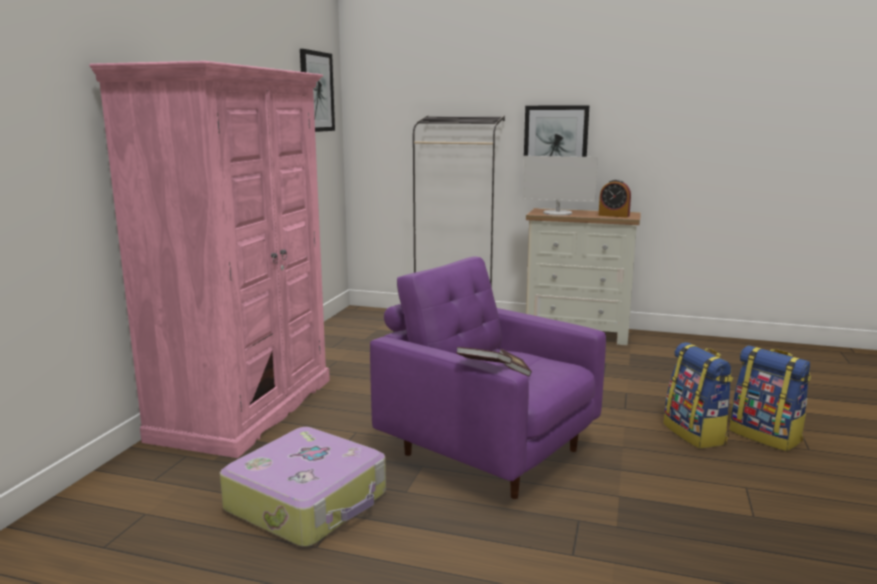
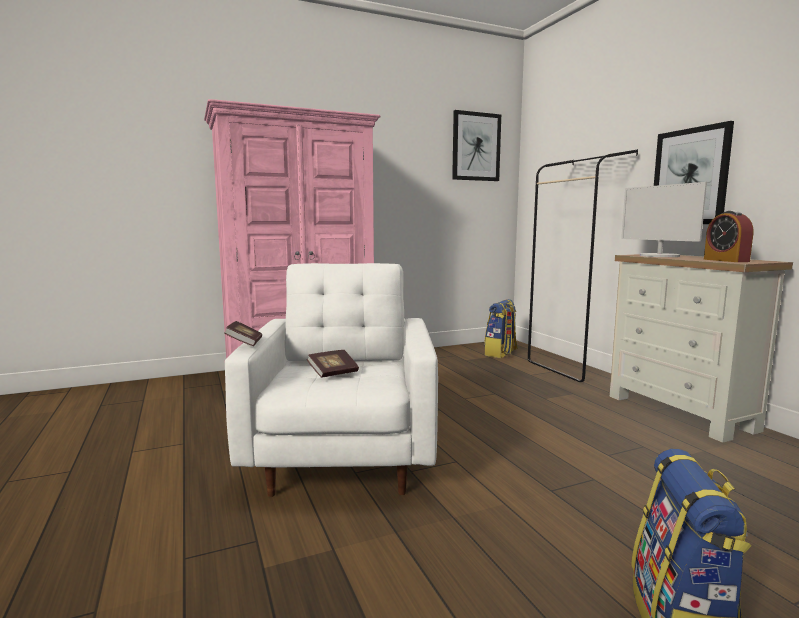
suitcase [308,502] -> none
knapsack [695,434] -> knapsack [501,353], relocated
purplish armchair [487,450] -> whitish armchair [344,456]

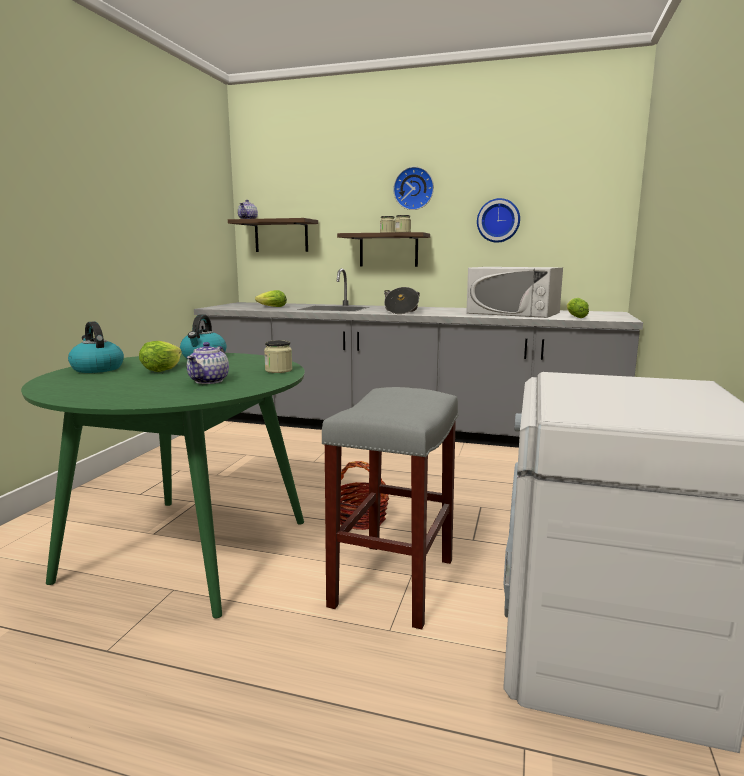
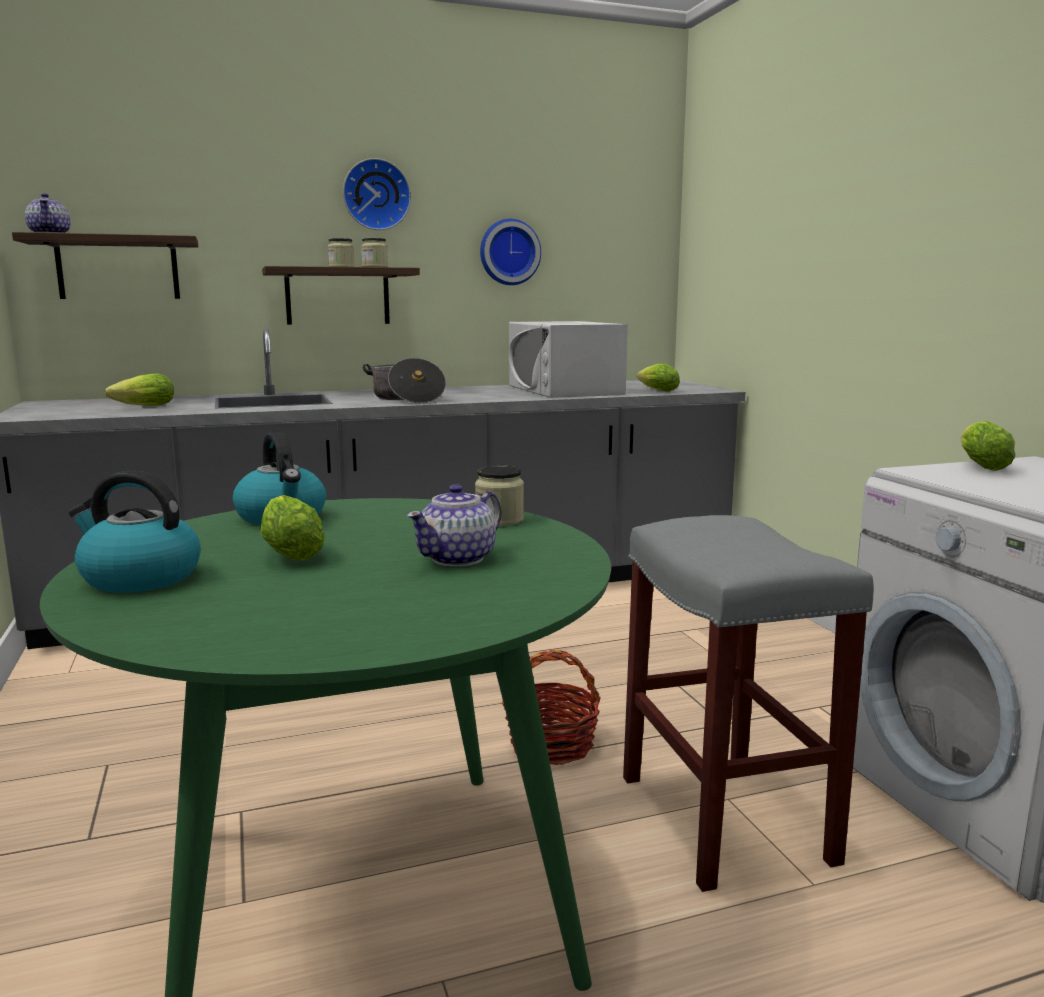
none -> lettuce head [980,466]
pot for tea [209,381] -> pot for tea [458,558], 60 degrees clockwise
whitish microwave [513,313] -> whitish microwave [564,390], 75 degrees clockwise

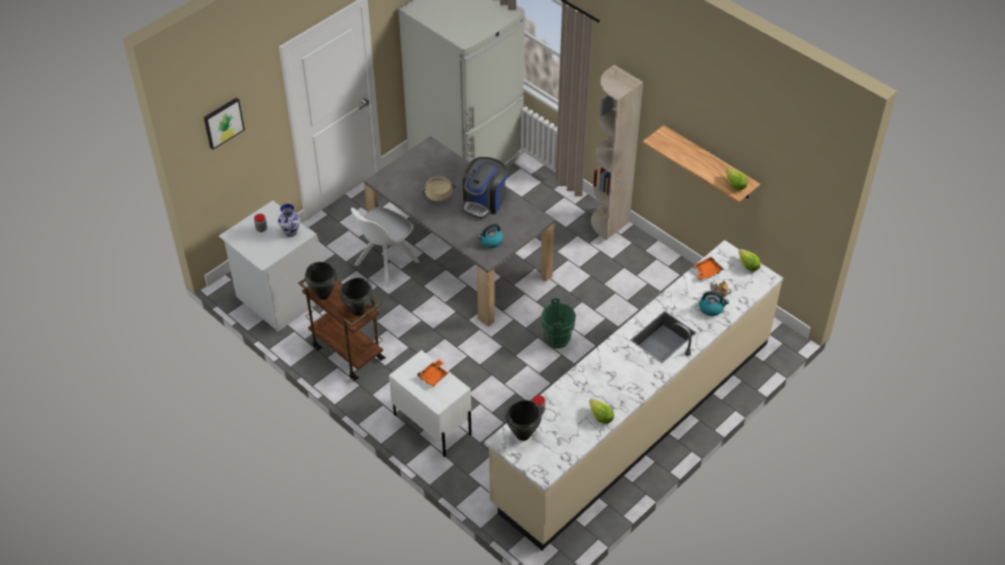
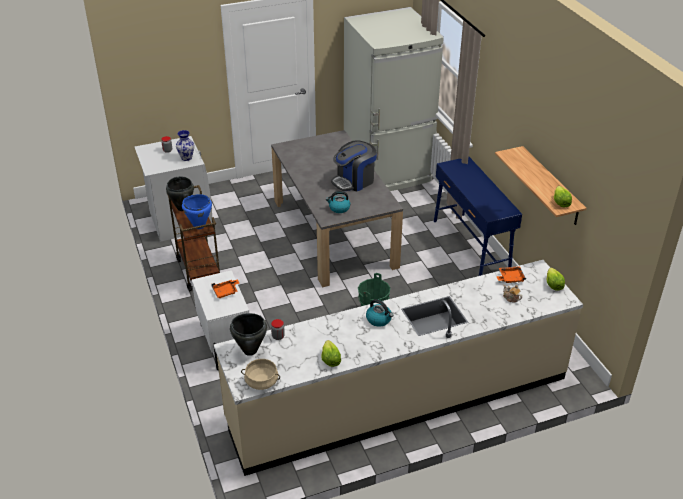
picture [223,122] -> none
whitish plain chair [385,264] -> none
beige-coloured cooking pot [438,195] -> beige-coloured cooking pot [261,382], relocated
tea kettle [711,308] -> tea kettle [379,319], relocated
beige-coloured shelving unit [606,225] -> bluish console table [470,246]
blackish cooking pot [357,311] -> bluish cooking pot [199,225]

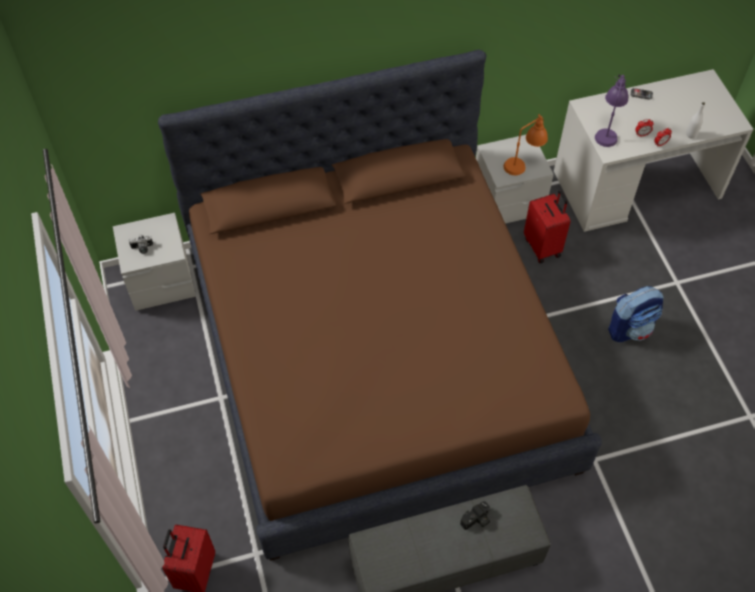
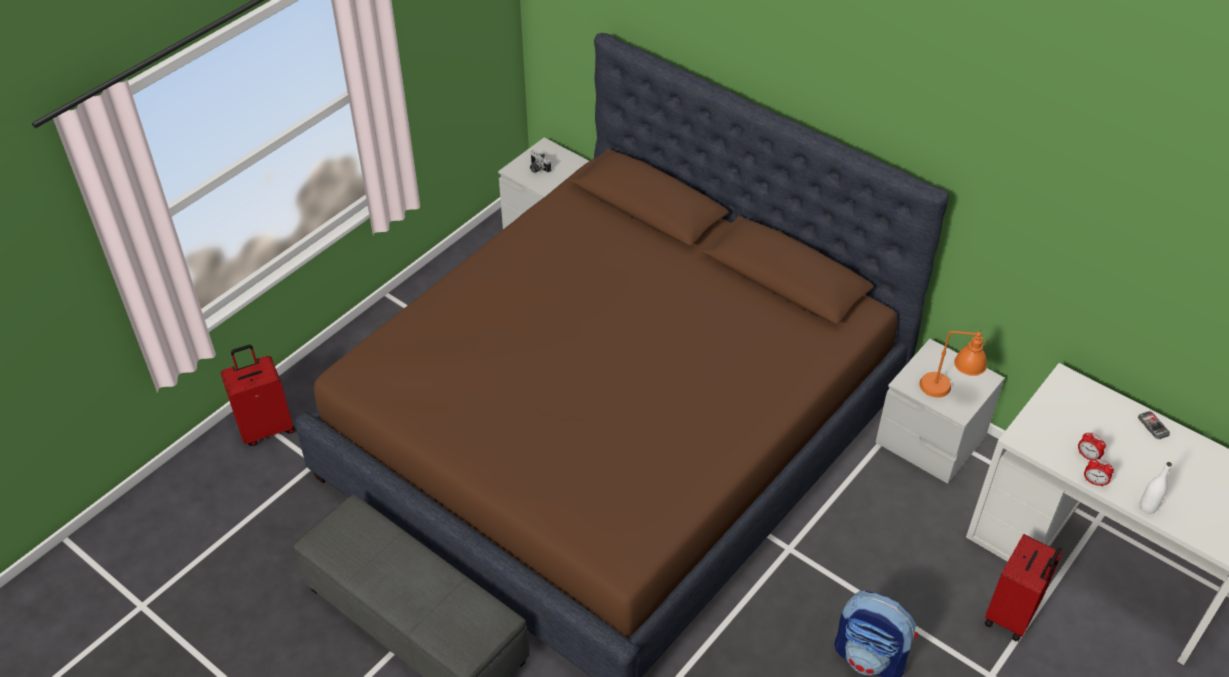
still camera [476,520] -> none
purplish lamp for a table [607,131] -> none
reddish suitcase [543,247] -> reddish suitcase [1013,615], relocated

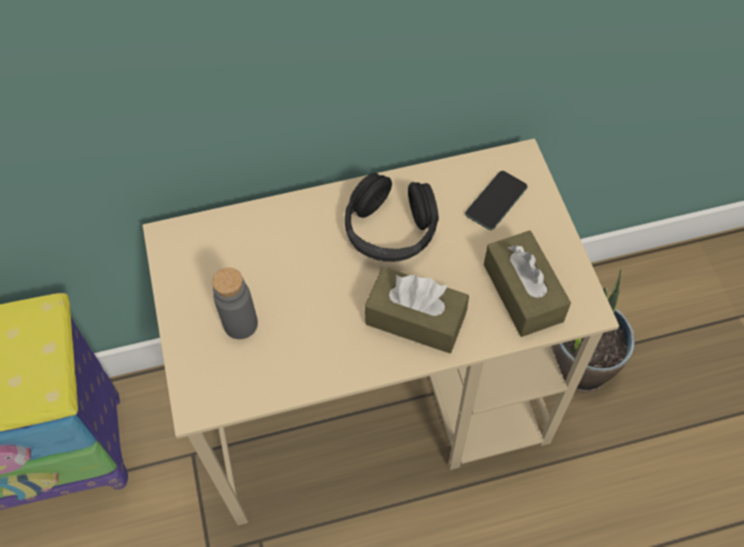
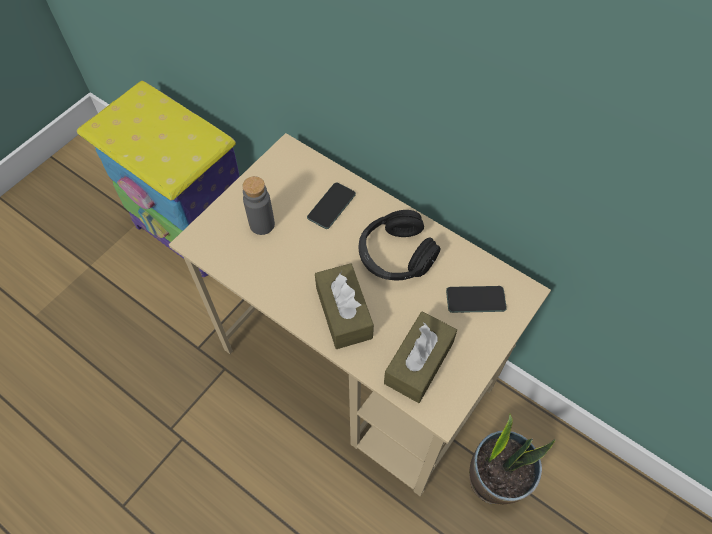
none -> phone [331,206]

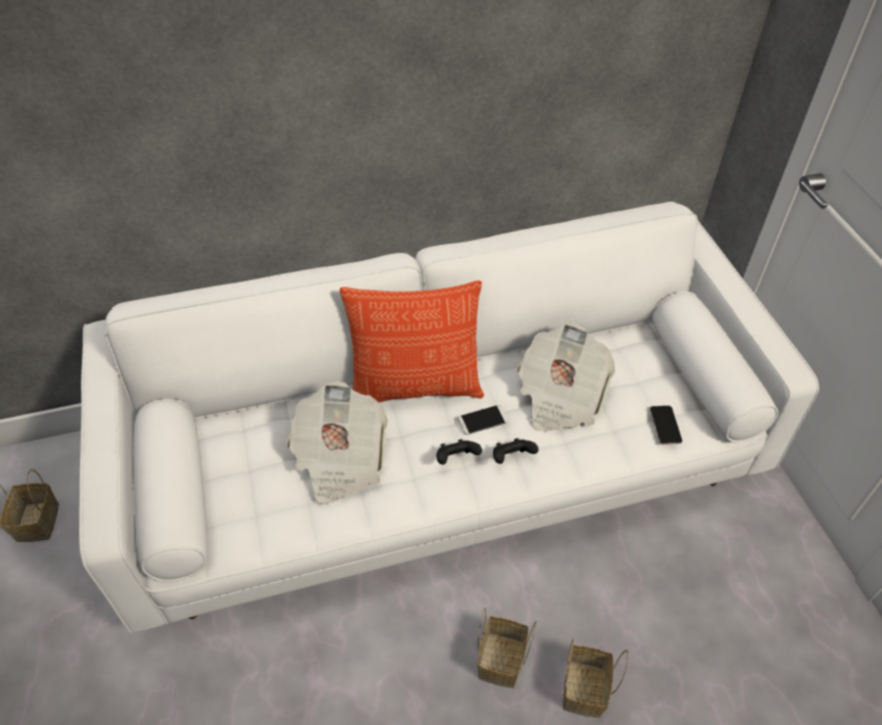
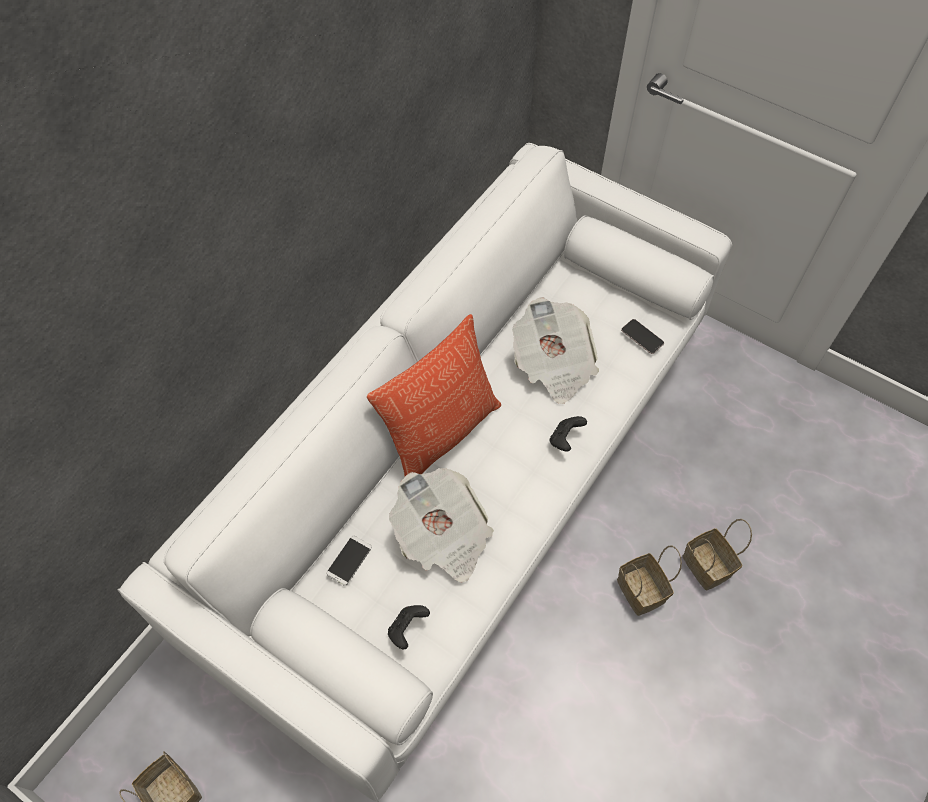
blackish gamepad [456,459] -> blackish gamepad [407,629], relocated
phone [482,420] -> phone [349,560], relocated

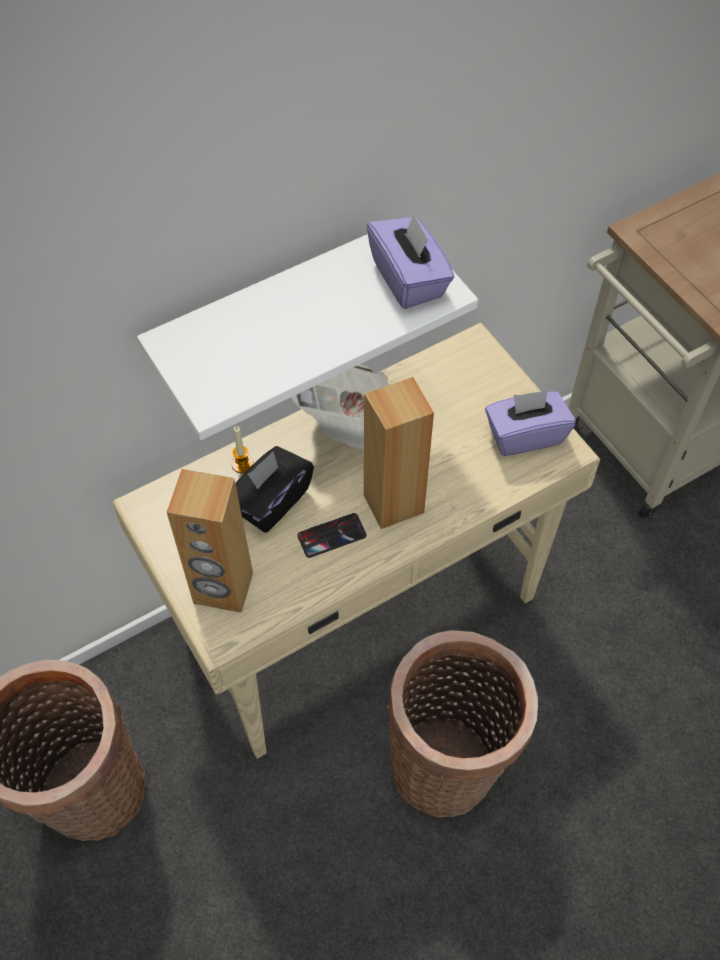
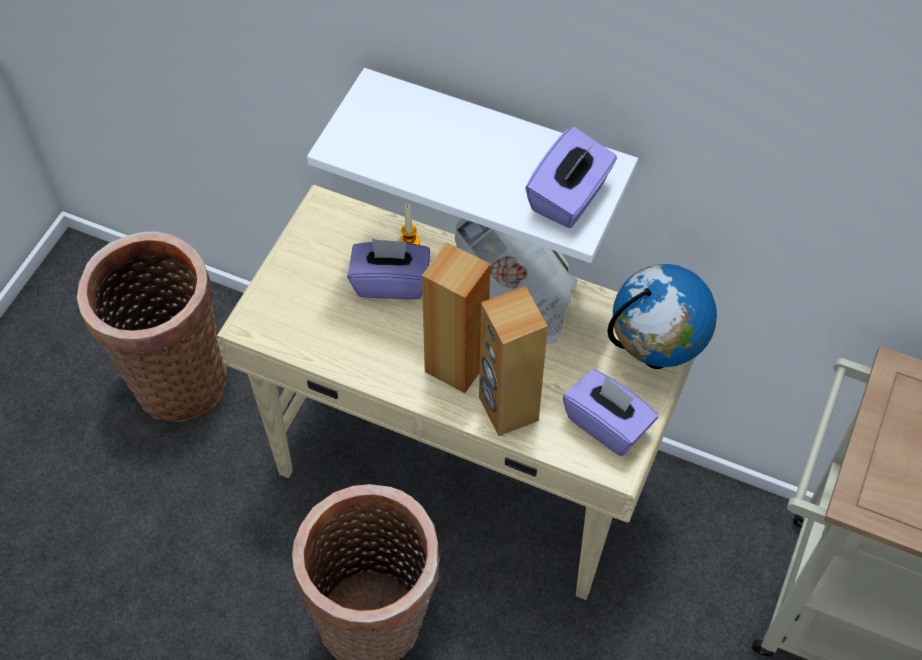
phone [331,535] -> none
none -> globe [655,355]
brownish audio speaker [223,589] -> brownish audio speaker [507,409], relocated
blackish tissue holder [271,501] -> purplish tissue holder [391,282]

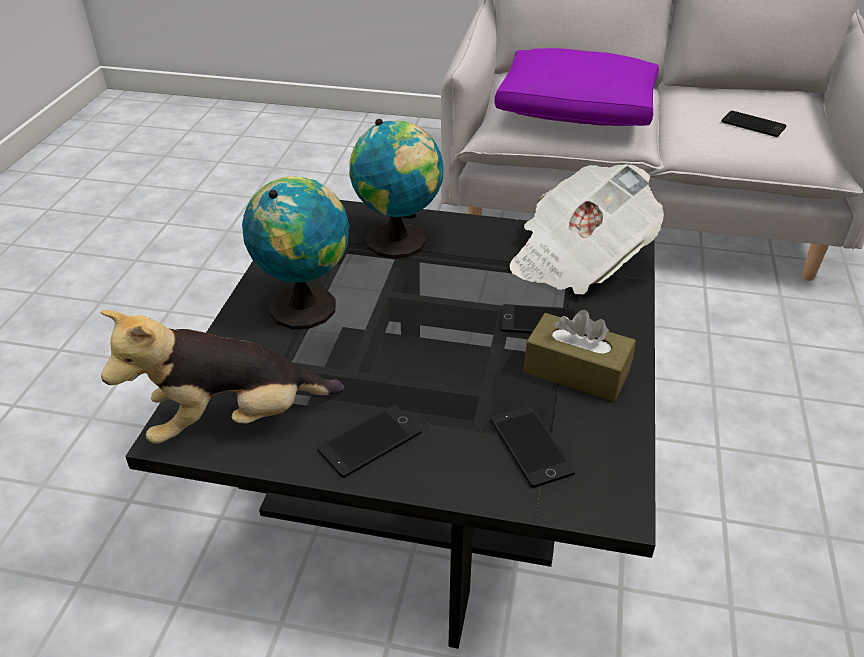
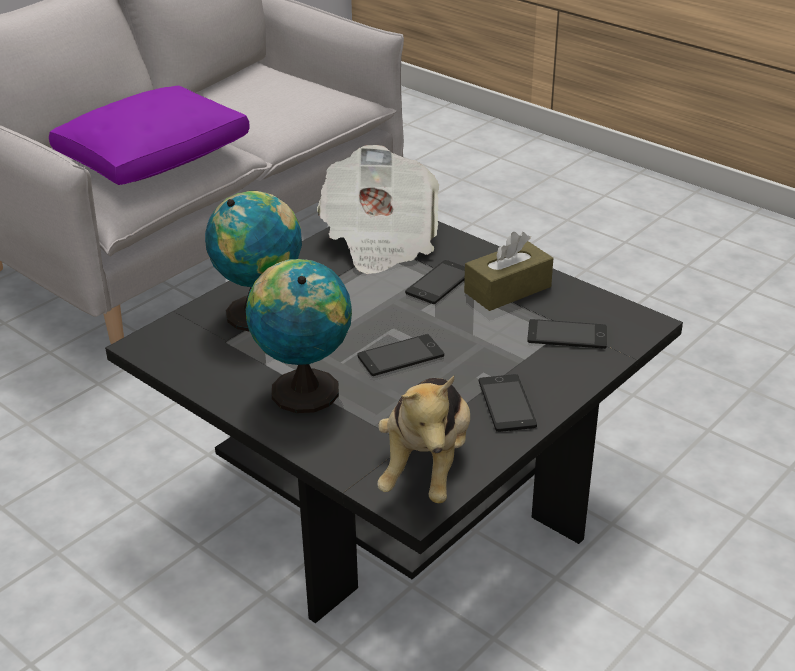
phone [753,124] -> phone [400,356], relocated

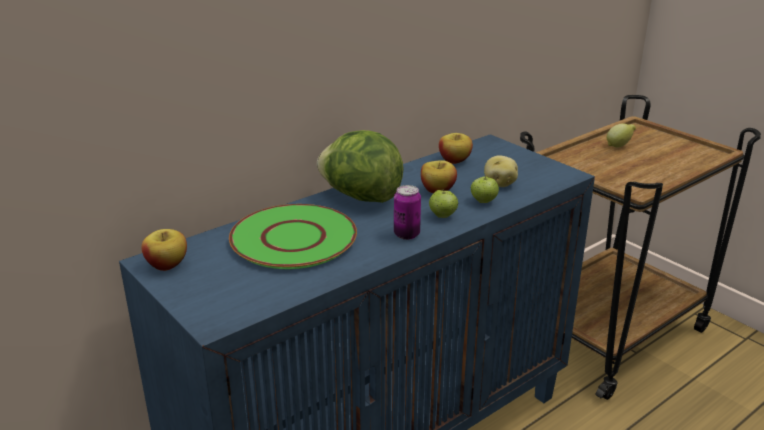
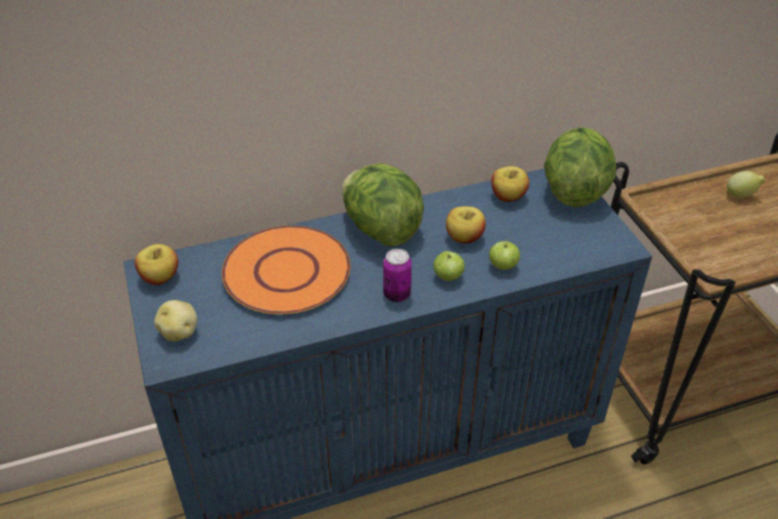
none -> lettuce head [573,191]
whole potato [500,184] -> whole potato [179,332], relocated
green plate [294,238] -> orange plate [287,271]

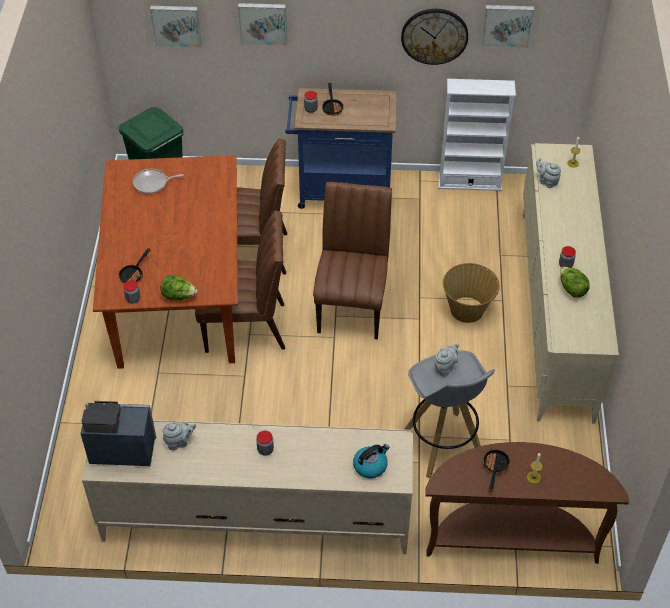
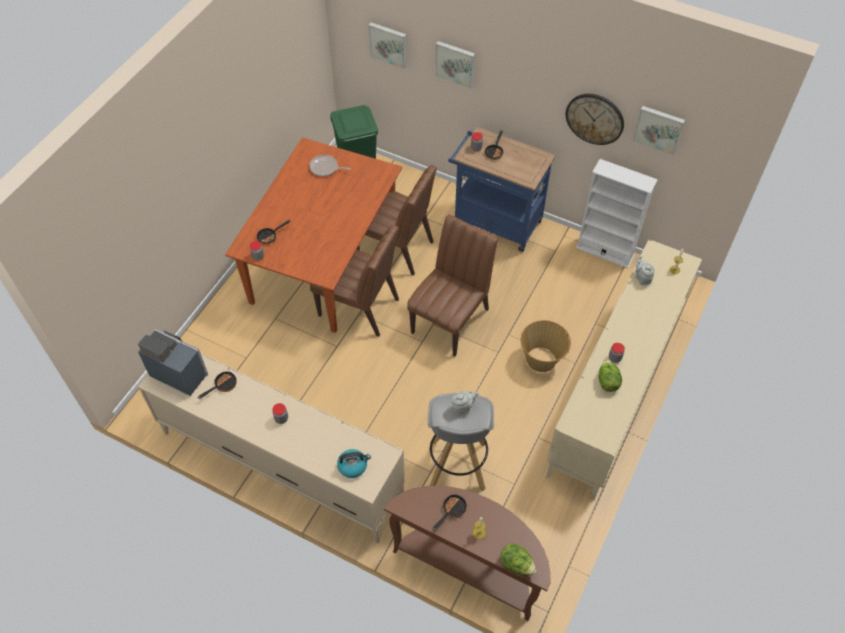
lettuce head [179,296] -> lettuce head [516,564], relocated
greyish pot for tea [179,442] -> skillet [222,385]

